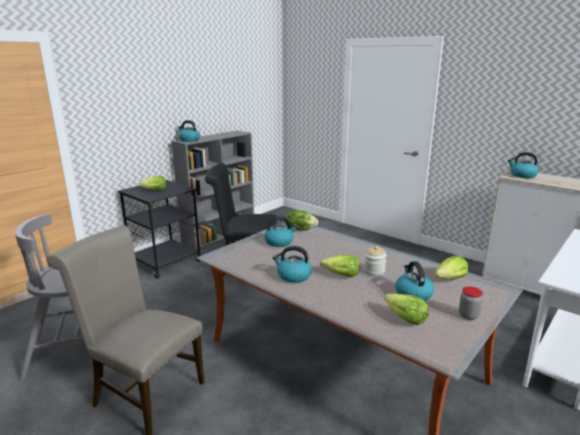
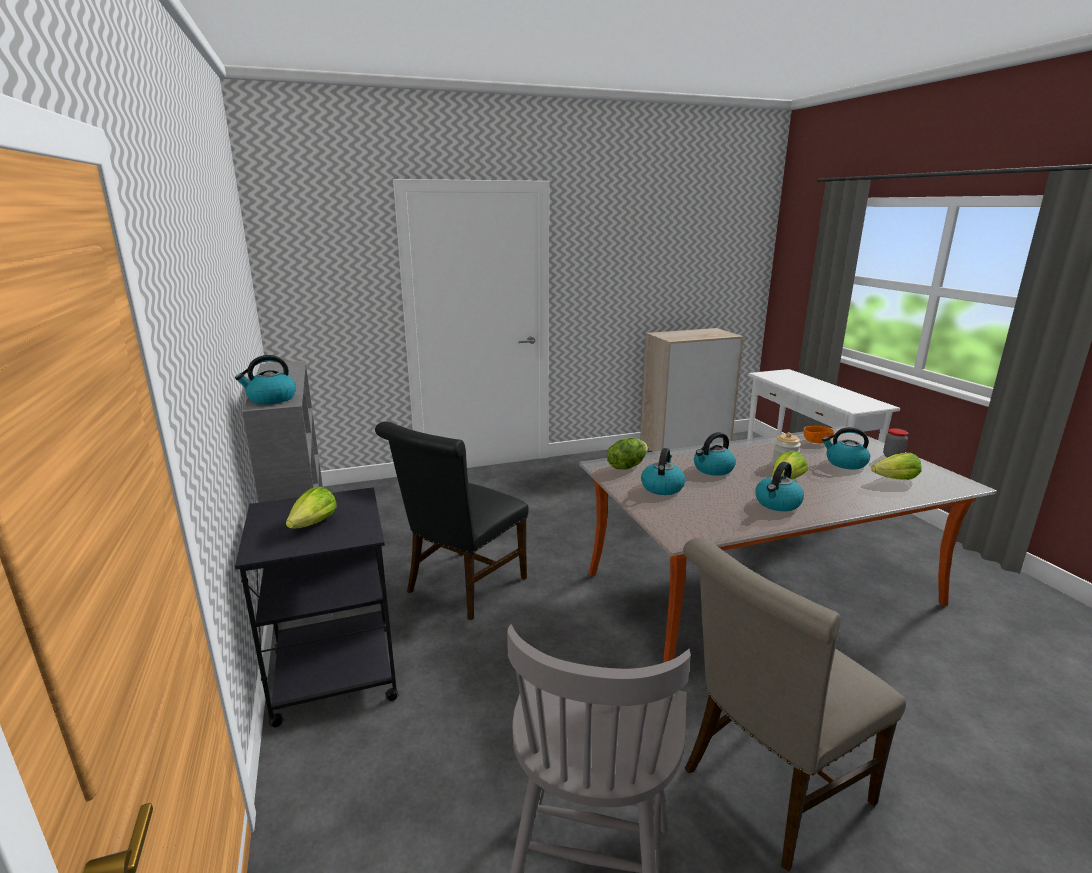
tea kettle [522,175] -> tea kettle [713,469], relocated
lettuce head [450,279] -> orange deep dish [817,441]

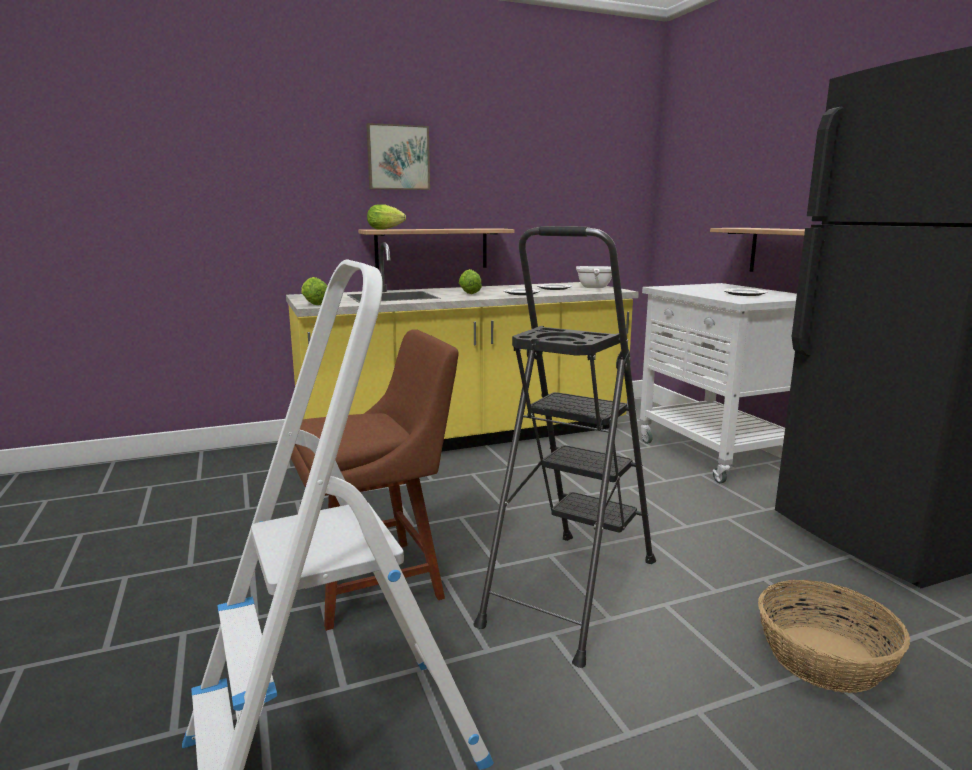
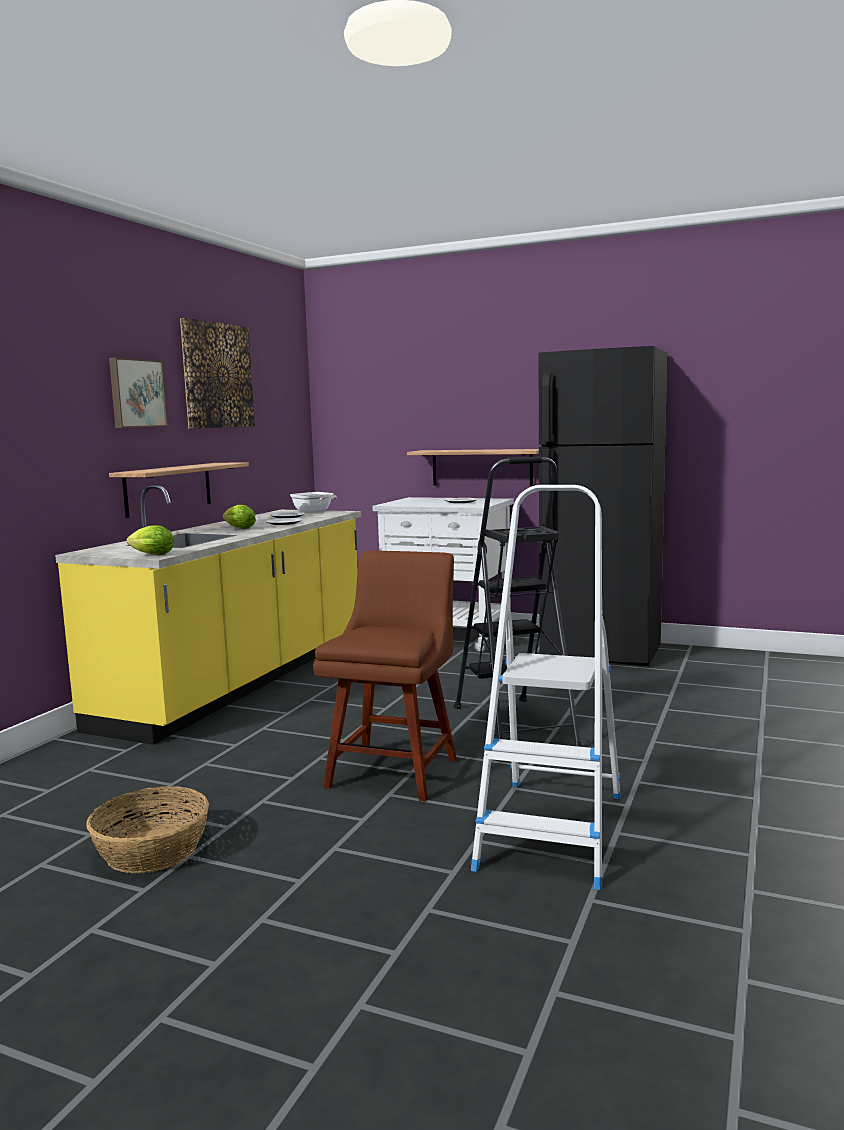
lettuce head [387,229] -> none
none -> picture [217,375]
household basket [825,658] -> household basket [153,850], relocated

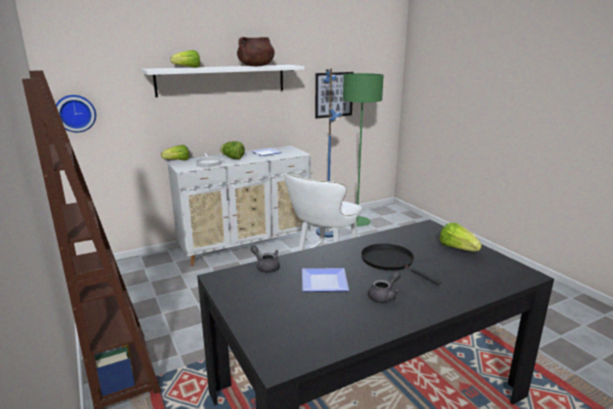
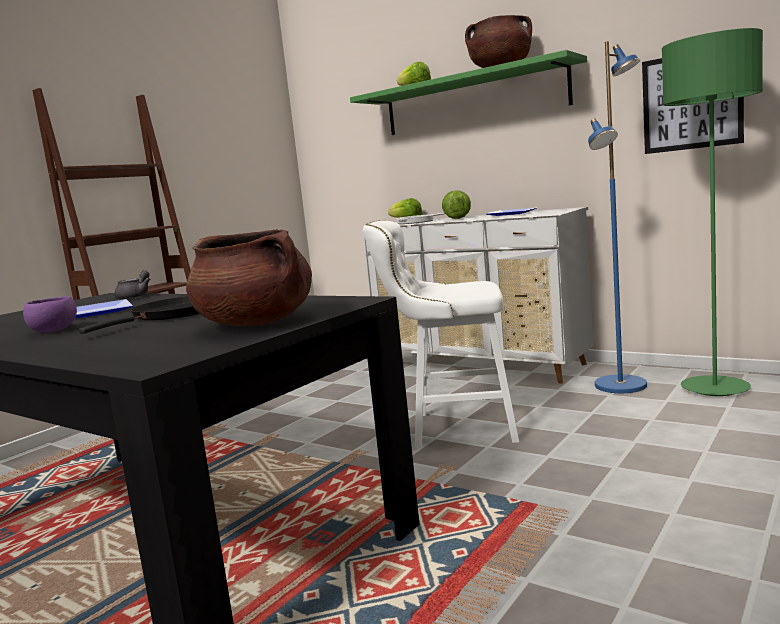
wall clock [75,113] -> none
greyish pot for tea [384,296] -> purplish deep dish [55,330]
lettuce head [457,248] -> brownish cooking pot [257,323]
whitish wall shelf [222,80] -> green wall shelf [472,100]

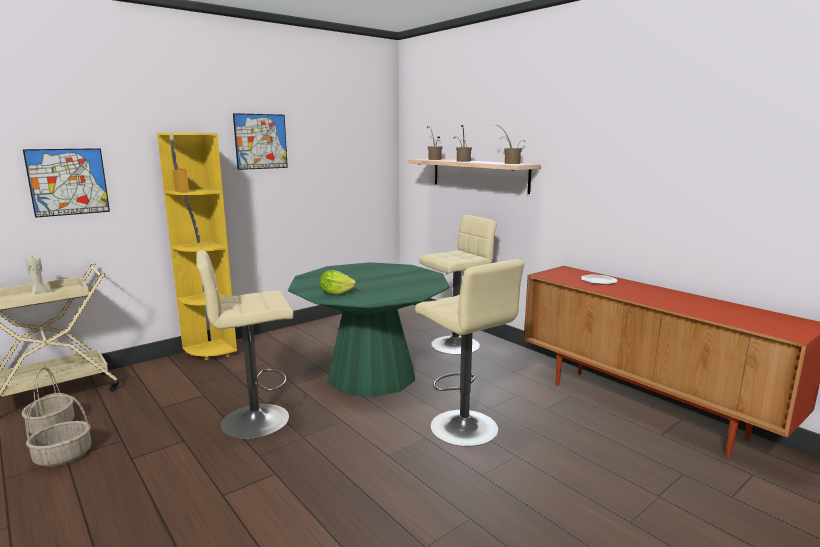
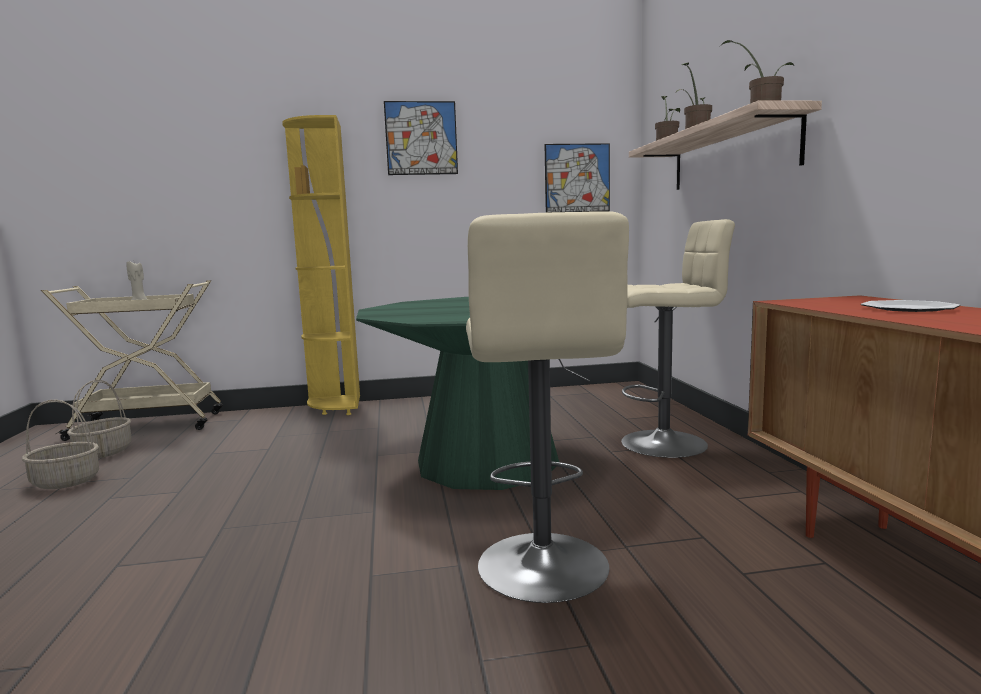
beige-coloured sitting stool [254,420] -> none
lettuce head [336,293] -> none
picture [68,182] -> picture [577,178], relocated

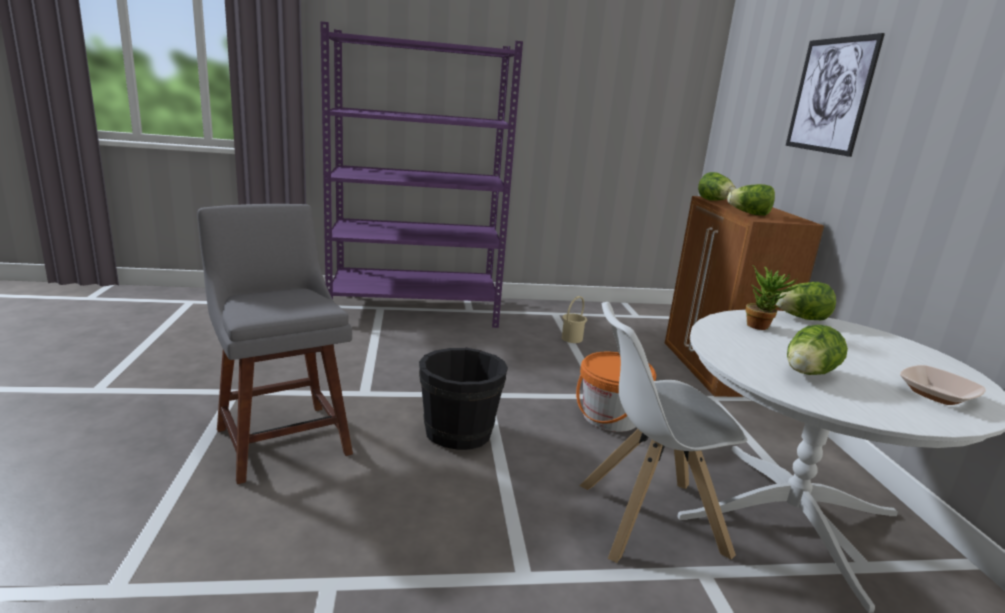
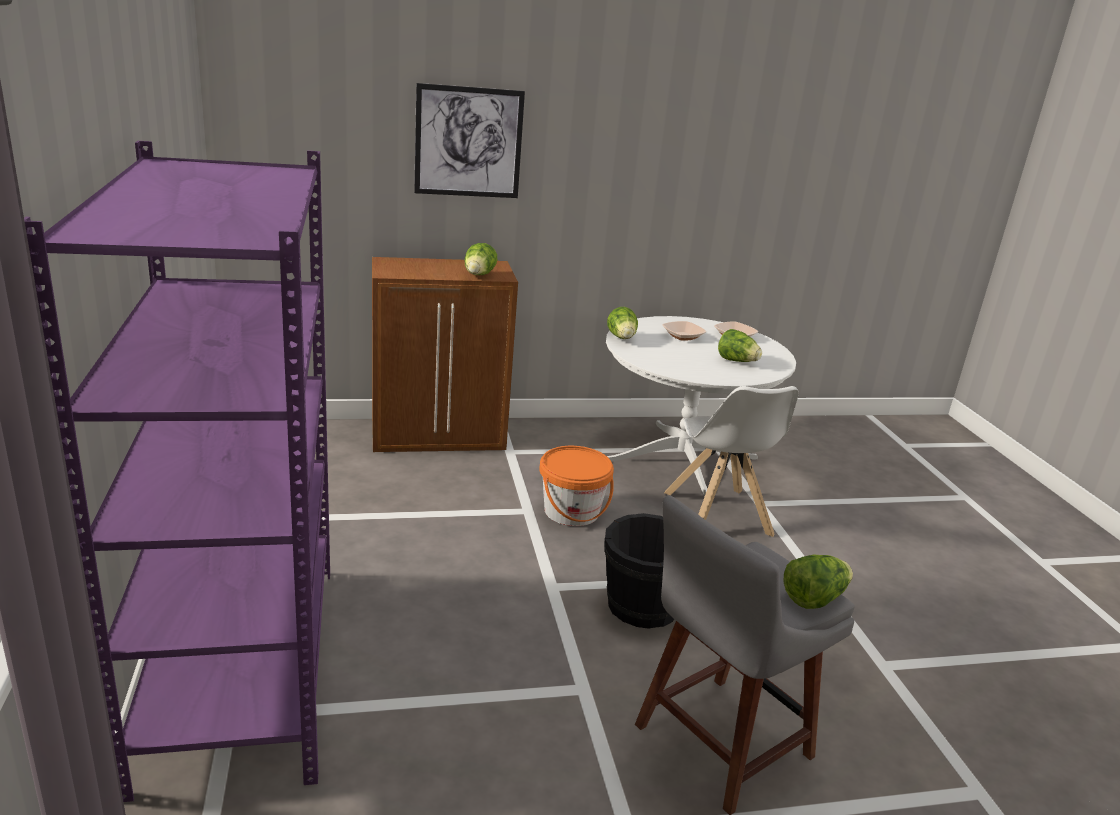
beige-coloured pail [571,338] -> none
potted plant [761,326] -> none
none -> deep dish [682,336]
lettuce head [714,201] -> lettuce head [814,599], relocated

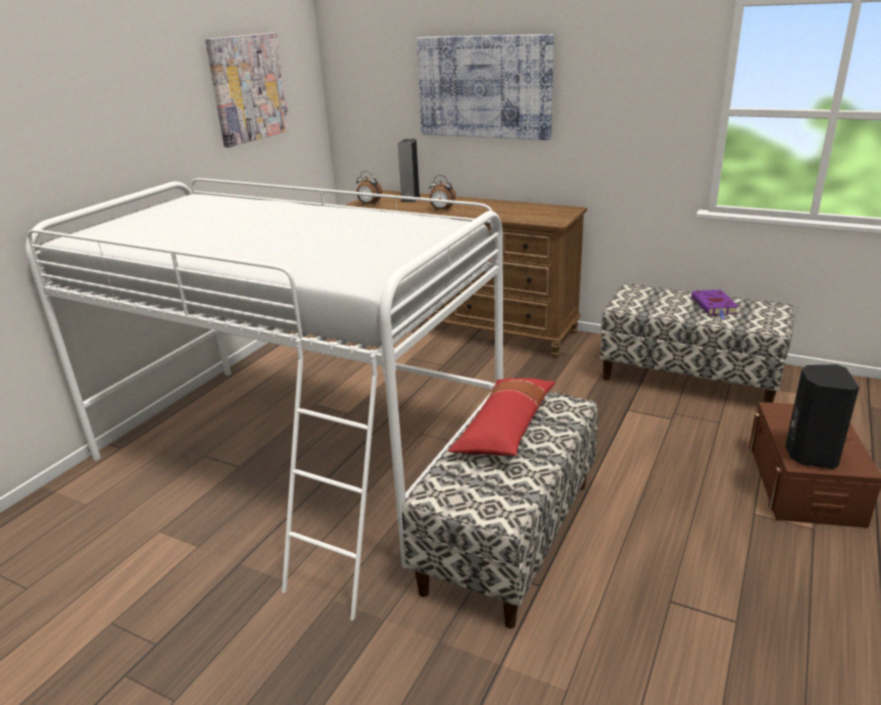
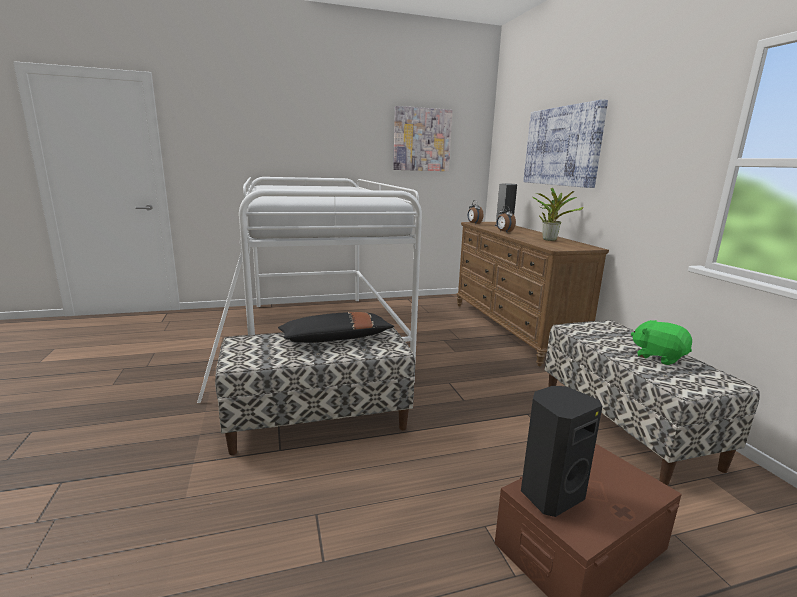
none -> potted plant [549,239]
purplish bound book [714,306] -> green soft toy [658,357]
reddish throw pillow [505,428] -> blackish throw pillow [336,339]

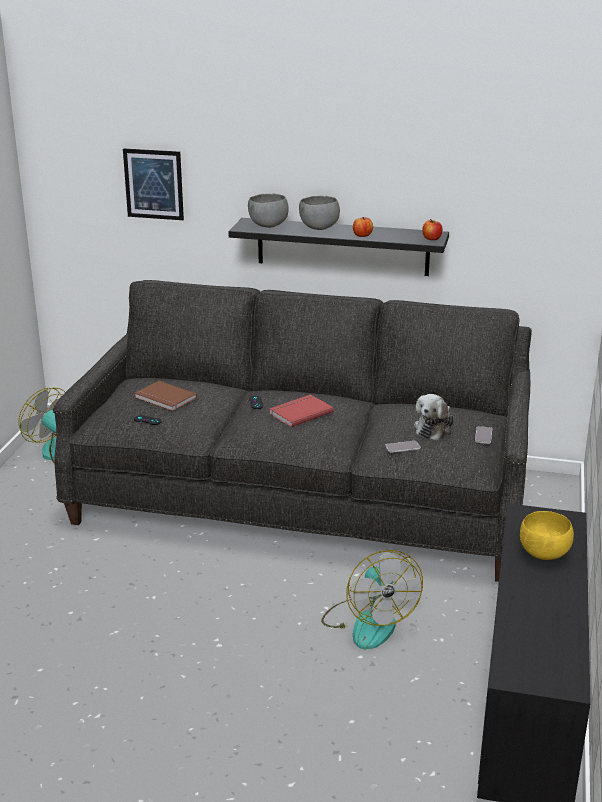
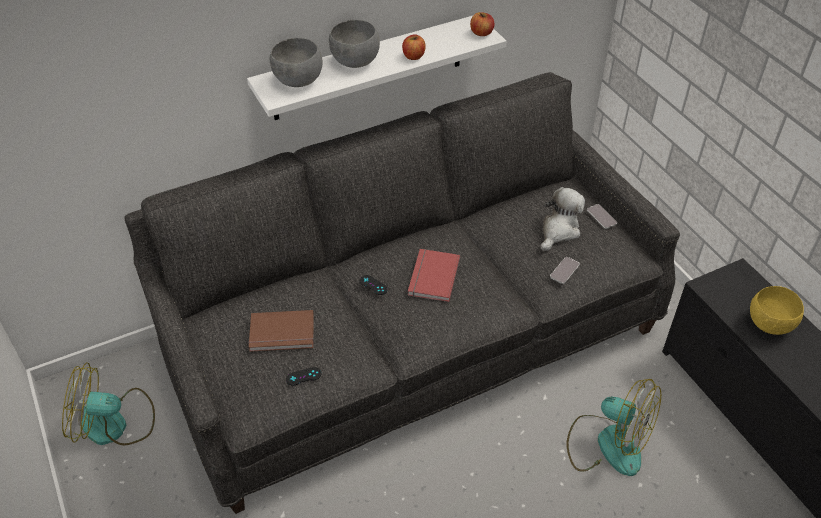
picture [153,184] -> none
blackish wall shelf [342,246] -> whitish wall shelf [368,68]
soft toy [434,428] -> soft toy [558,231], 135 degrees counterclockwise

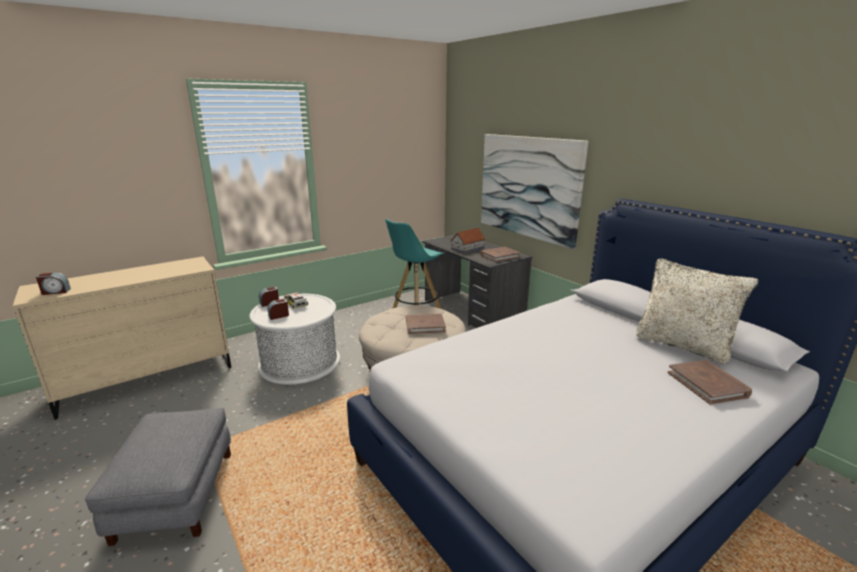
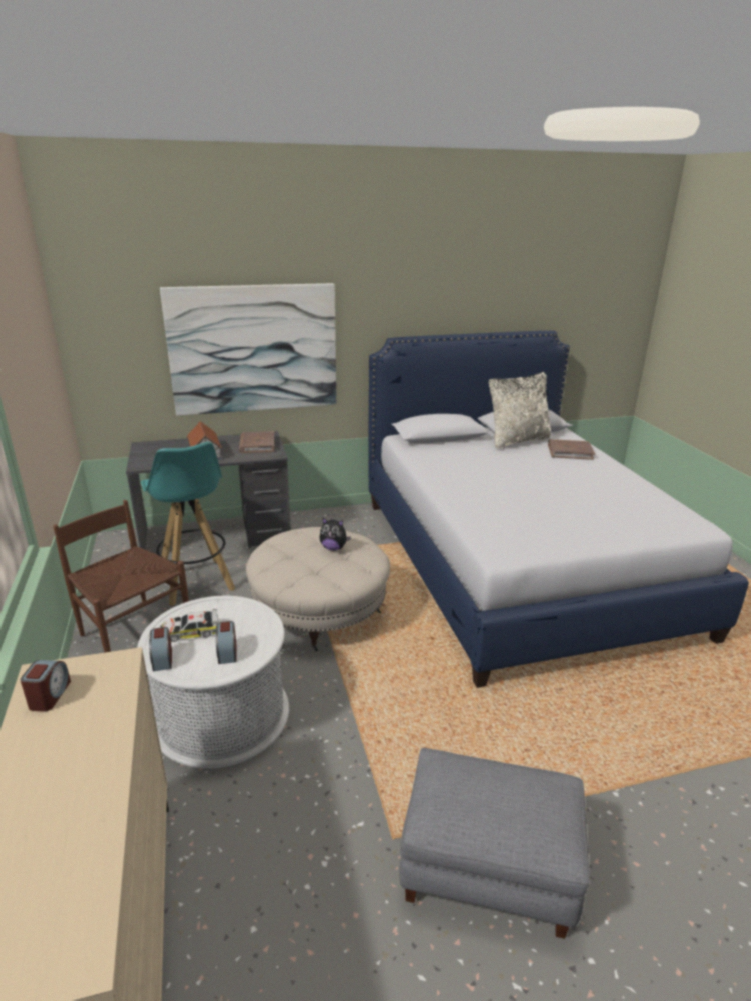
none -> brownish plain chair [132,634]
table clock [55,292] -> table clock [49,695], relocated
brownish bound book [425,325] -> soft toy [333,548]

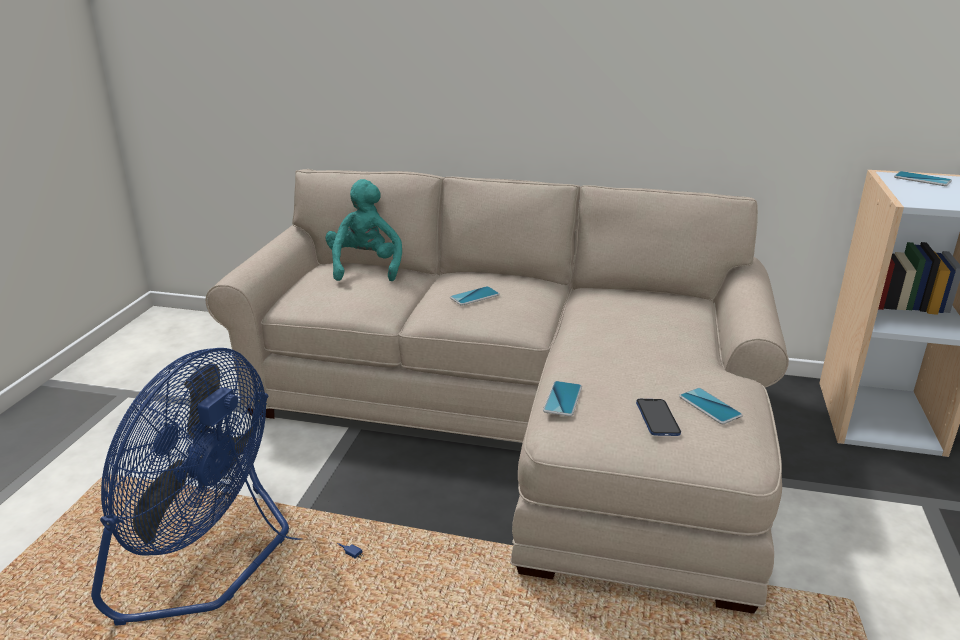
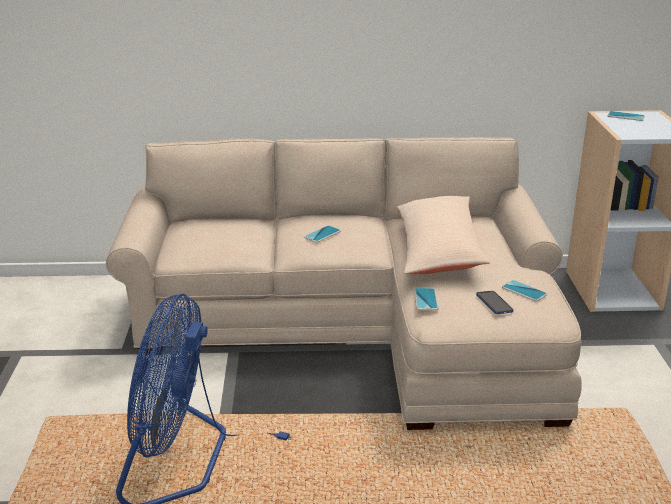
turquoise soft toy [365,267] -> none
none -> beige-coloured throw pillow [438,249]

